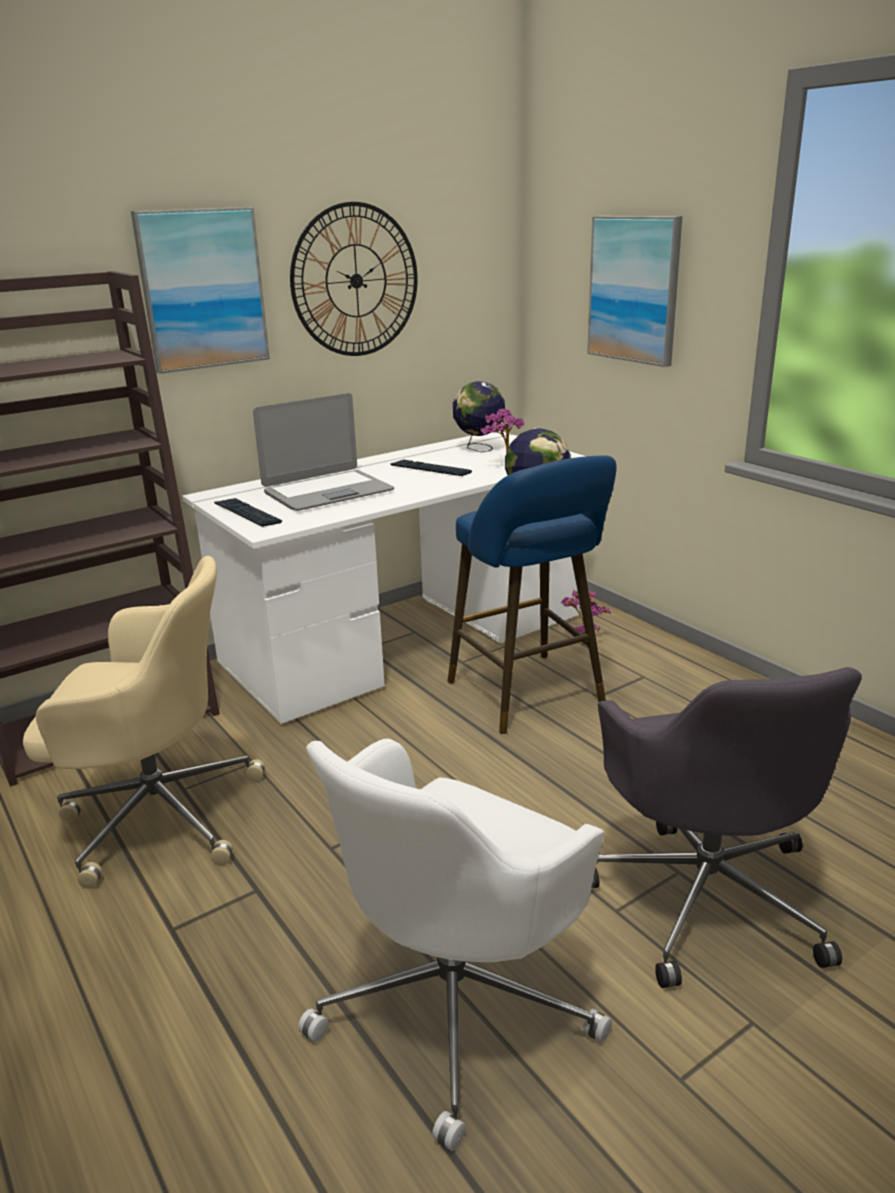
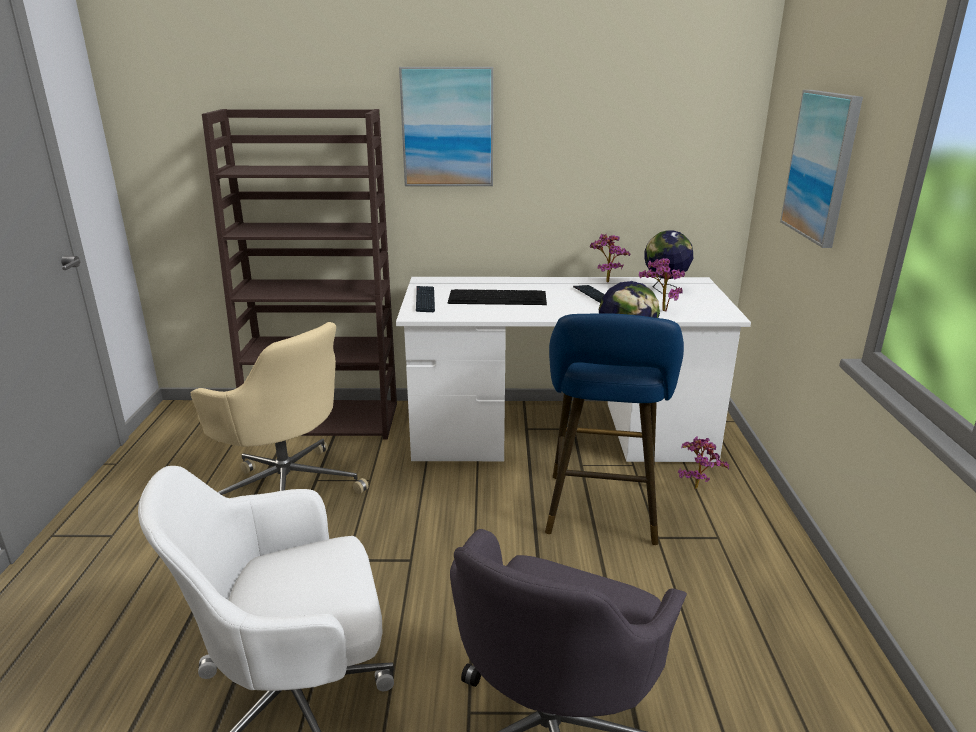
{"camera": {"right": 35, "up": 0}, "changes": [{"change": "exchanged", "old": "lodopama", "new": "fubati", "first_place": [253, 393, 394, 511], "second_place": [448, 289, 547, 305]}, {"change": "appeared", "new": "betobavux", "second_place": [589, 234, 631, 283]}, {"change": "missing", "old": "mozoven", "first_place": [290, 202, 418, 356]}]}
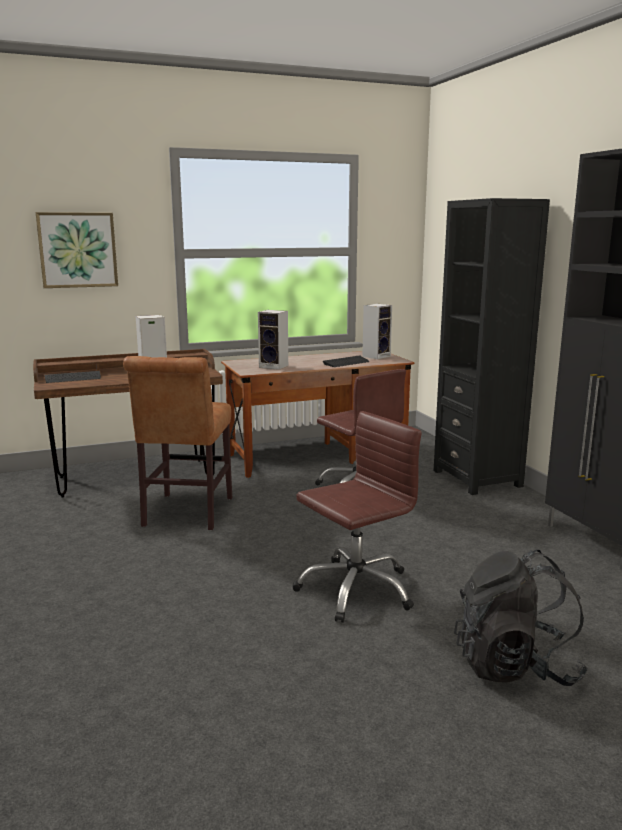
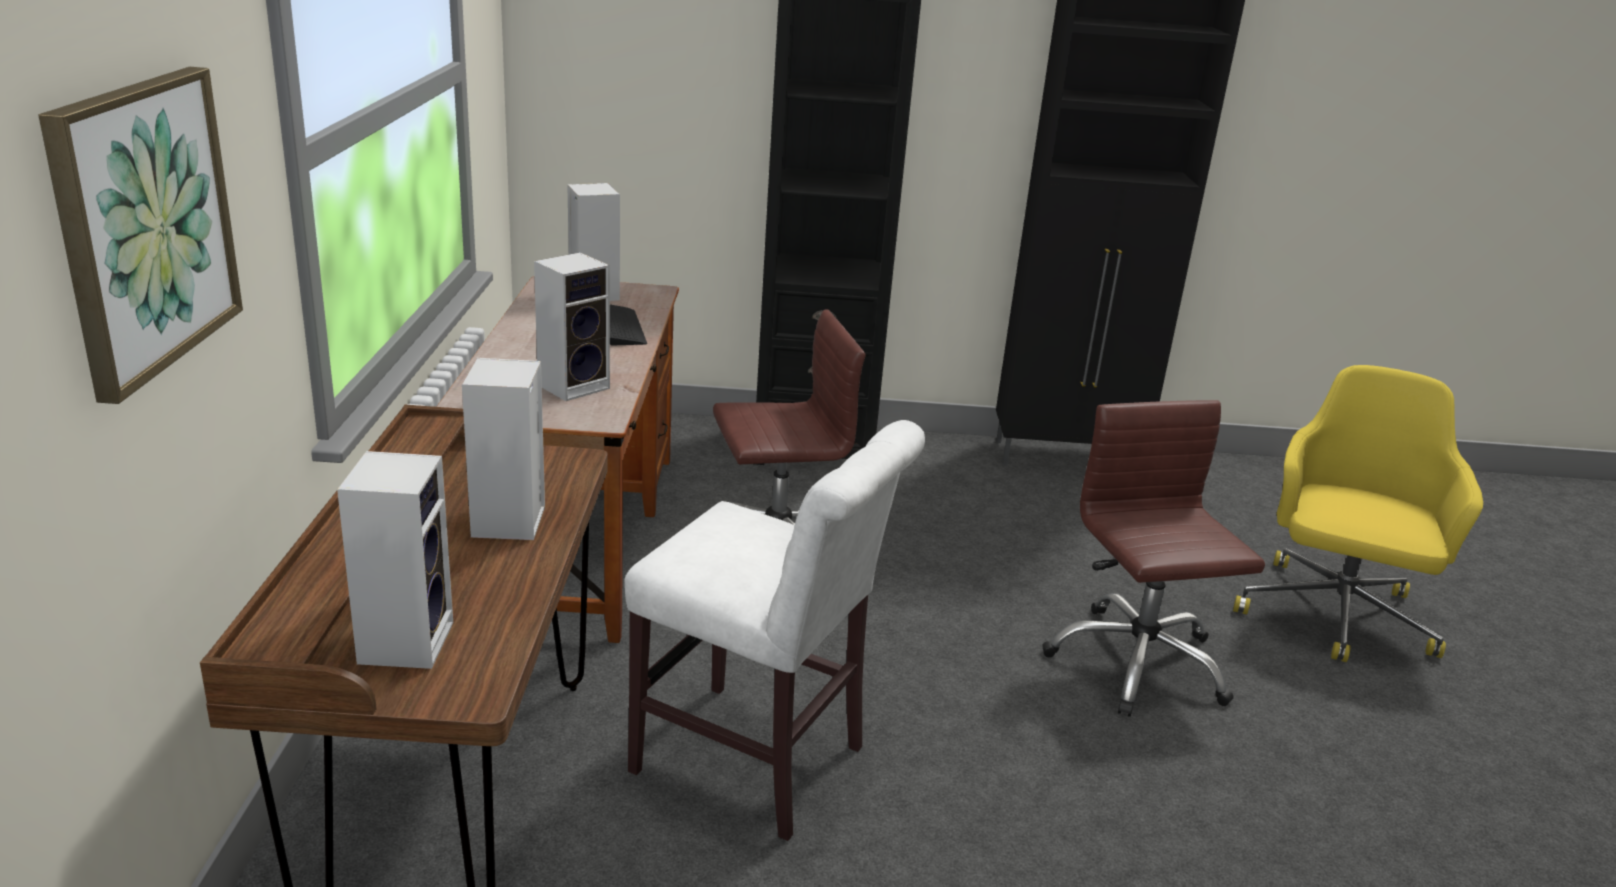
{"camera": {"right": -70, "up": 10}, "changes": [{"change": "exchanged", "old": "fubati", "new": "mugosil", "first_place": [45, 371, 101, 383], "second_place": [337, 451, 453, 669]}, {"change": "colour", "old": "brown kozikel", "new": "white kozikel", "first_place": [123, 356, 232, 530], "second_place": [624, 420, 925, 841]}, {"change": "exchanged", "old": "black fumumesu", "new": "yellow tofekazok", "first_place": [454, 550, 588, 686], "second_place": [1233, 365, 1483, 662]}]}
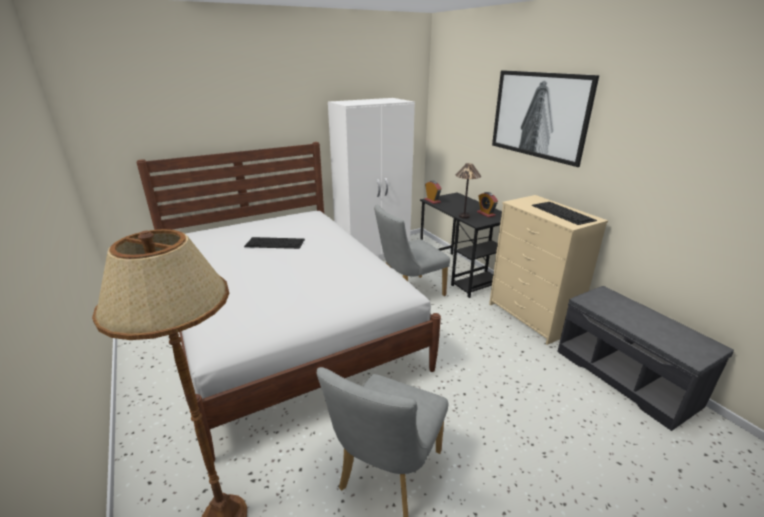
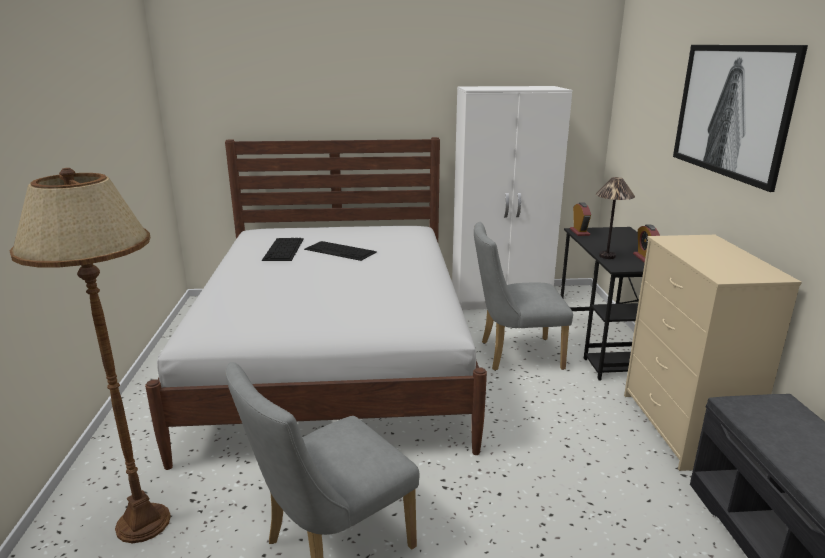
{"camera": {"right": 25, "up": -5}, "changes": [{"change": "relocated", "old": "fubati", "first_place": [531, 202, 597, 225], "second_place": [262, 238, 304, 261]}]}
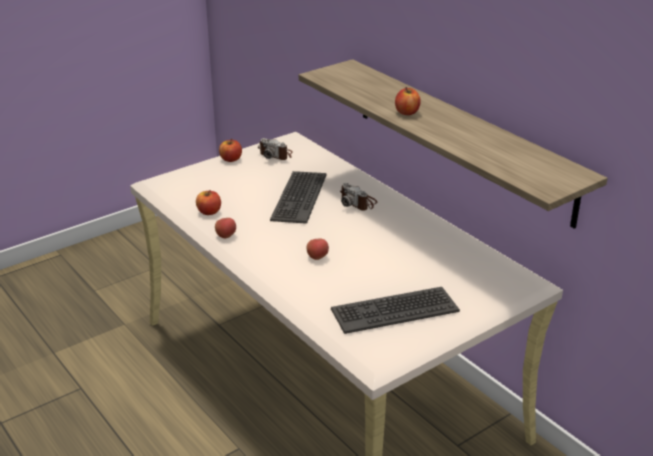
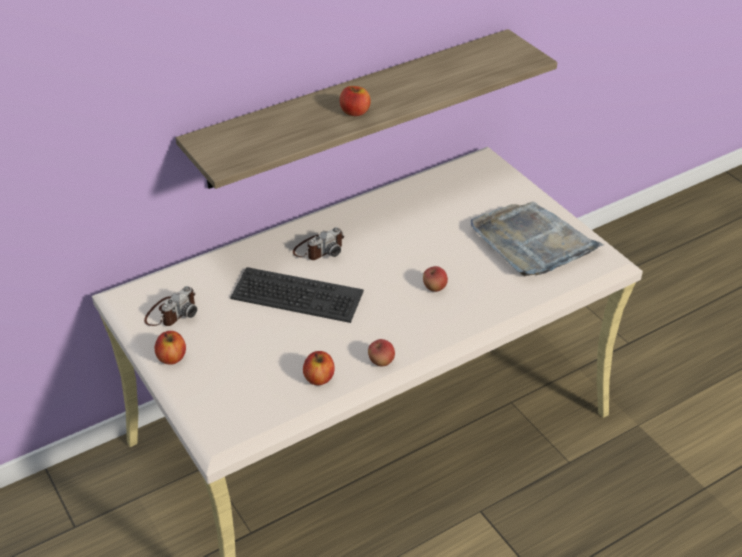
{"camera": {"right": -85, "up": 10}, "changes": [{"change": "exchanged", "old": "fubati", "new": "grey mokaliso", "first_place": [331, 287, 460, 334], "second_place": [471, 202, 604, 276]}]}
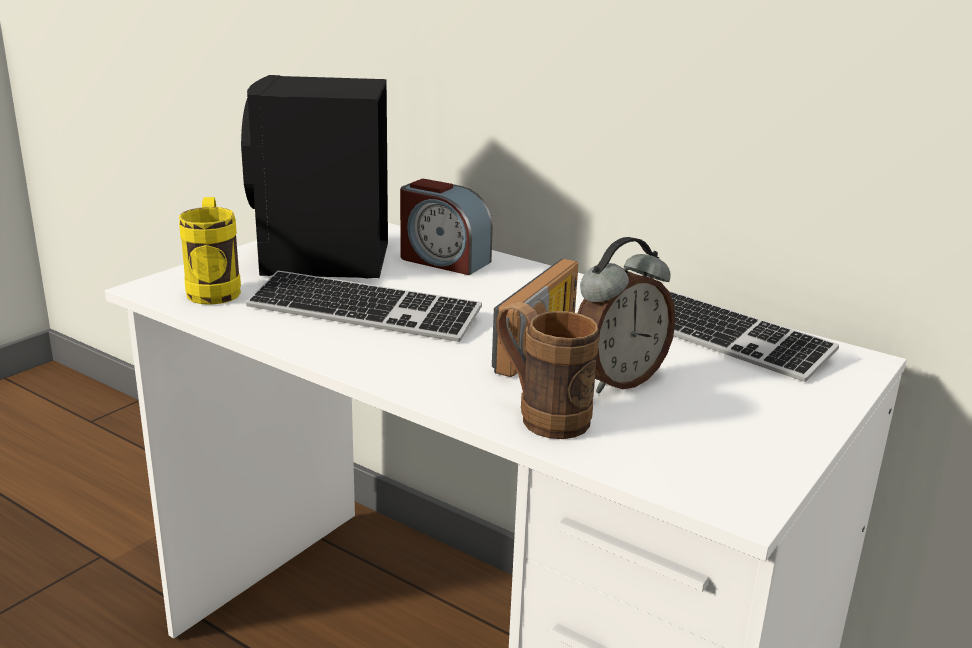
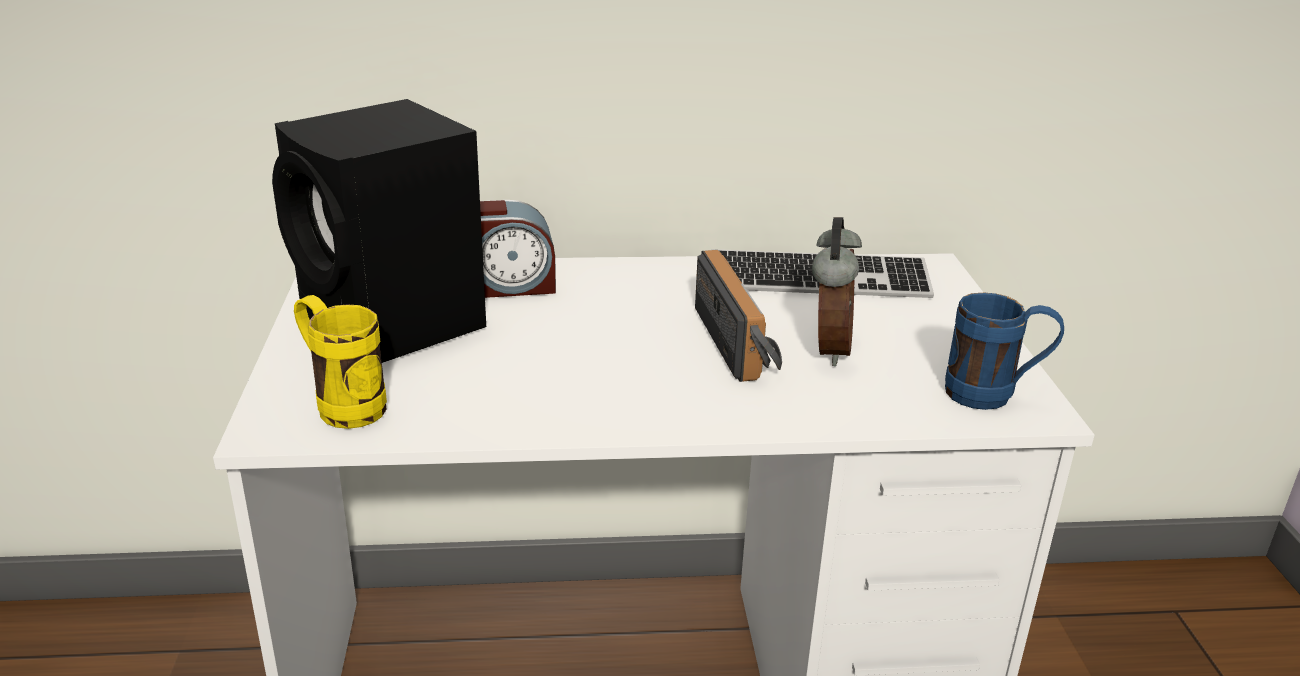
{"camera": {"right": -40, "up": 5}, "changes": [{"change": "appeared", "new": "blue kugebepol", "second_place": [945, 293, 1064, 410]}, {"change": "missing", "old": "fubati", "first_place": [246, 271, 482, 342]}, {"change": "missing", "old": "brown kugebepol", "first_place": [496, 302, 599, 439]}]}
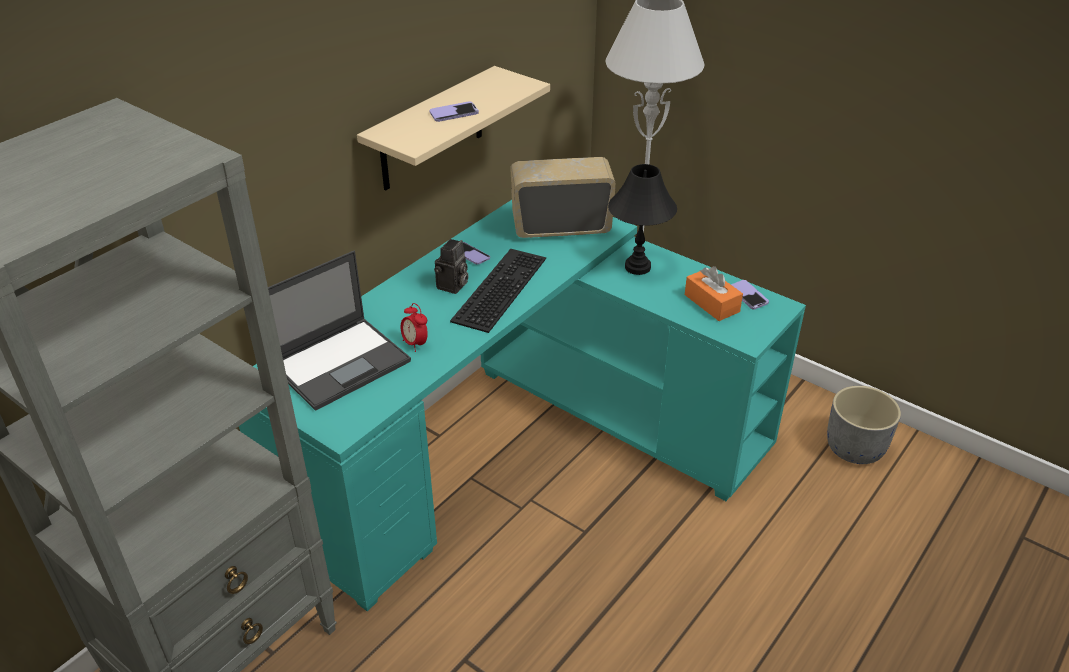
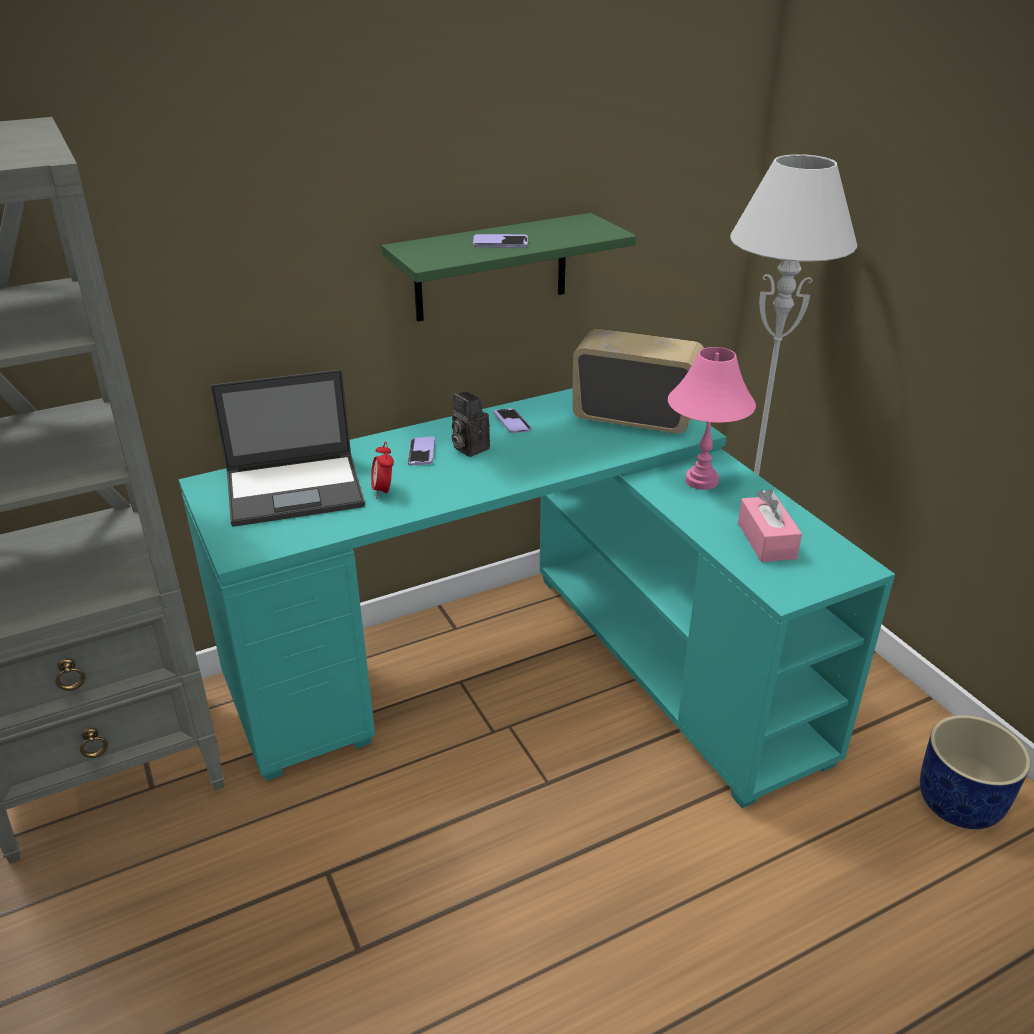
{"camera": {"right": 25, "up": -5}, "changes": [{"change": "colour", "old": "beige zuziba", "new": "green zuziba", "first_place": [357, 66, 550, 190], "second_place": [382, 213, 636, 322]}, {"change": "relocated", "old": "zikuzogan", "first_place": [731, 280, 769, 309], "second_place": [408, 436, 435, 466]}, {"change": "spun", "old": "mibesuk", "first_place": [434, 239, 469, 294], "second_place": [452, 391, 490, 457], "degrees": 90}, {"change": "colour", "old": "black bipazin", "new": "pink bipazin", "first_place": [608, 164, 677, 275], "second_place": [668, 347, 756, 490]}, {"change": "colour", "old": "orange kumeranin", "new": "pink kumeranin", "first_place": [685, 266, 743, 321], "second_place": [738, 489, 802, 562]}, {"change": "colour", "old": "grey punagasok", "new": "blue punagasok", "first_place": [827, 386, 901, 464], "second_place": [920, 715, 1031, 829]}, {"change": "missing", "old": "fubati", "first_place": [450, 249, 546, 333]}]}
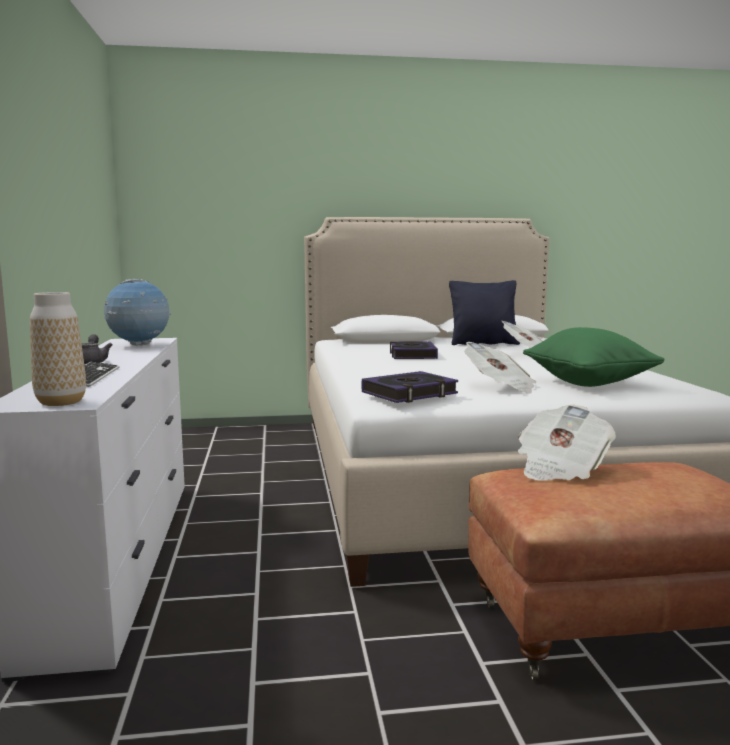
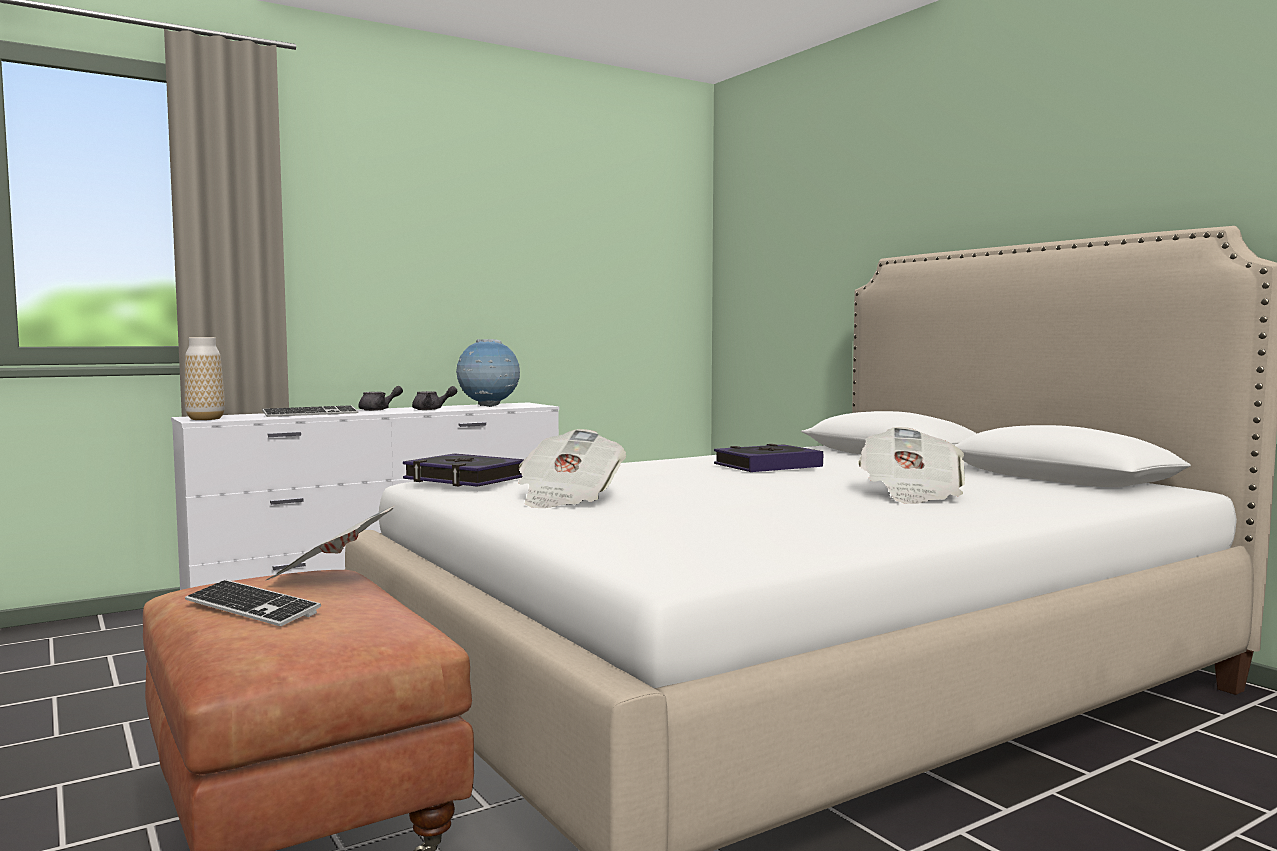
{"camera": {"right": 65, "up": -5}, "changes": [{"change": "appeared", "new": "fubati", "second_place": [185, 580, 321, 626]}, {"change": "appeared", "new": "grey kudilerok", "second_place": [412, 386, 457, 410]}, {"change": "missing", "old": "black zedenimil", "first_place": [449, 280, 520, 345]}, {"change": "missing", "old": "green zedenimil", "first_place": [523, 327, 665, 387]}]}
